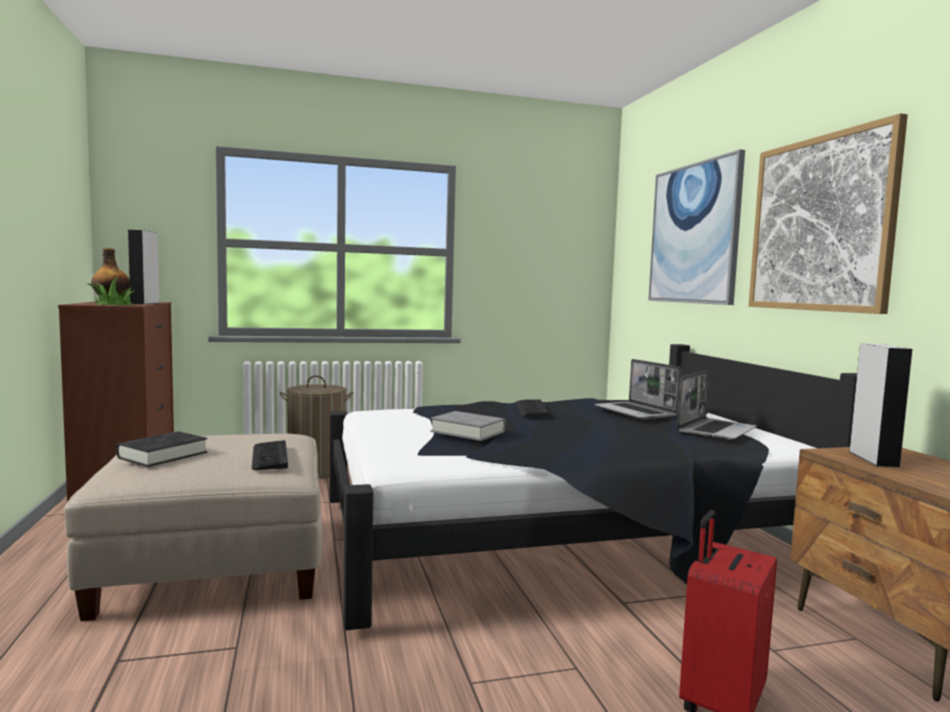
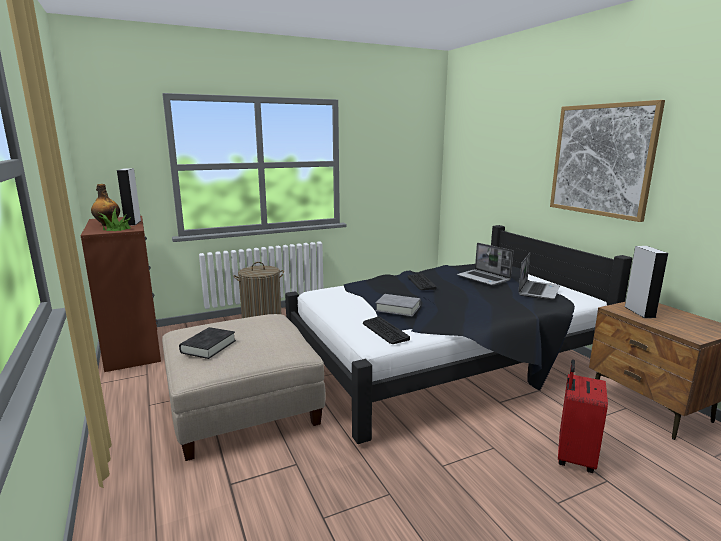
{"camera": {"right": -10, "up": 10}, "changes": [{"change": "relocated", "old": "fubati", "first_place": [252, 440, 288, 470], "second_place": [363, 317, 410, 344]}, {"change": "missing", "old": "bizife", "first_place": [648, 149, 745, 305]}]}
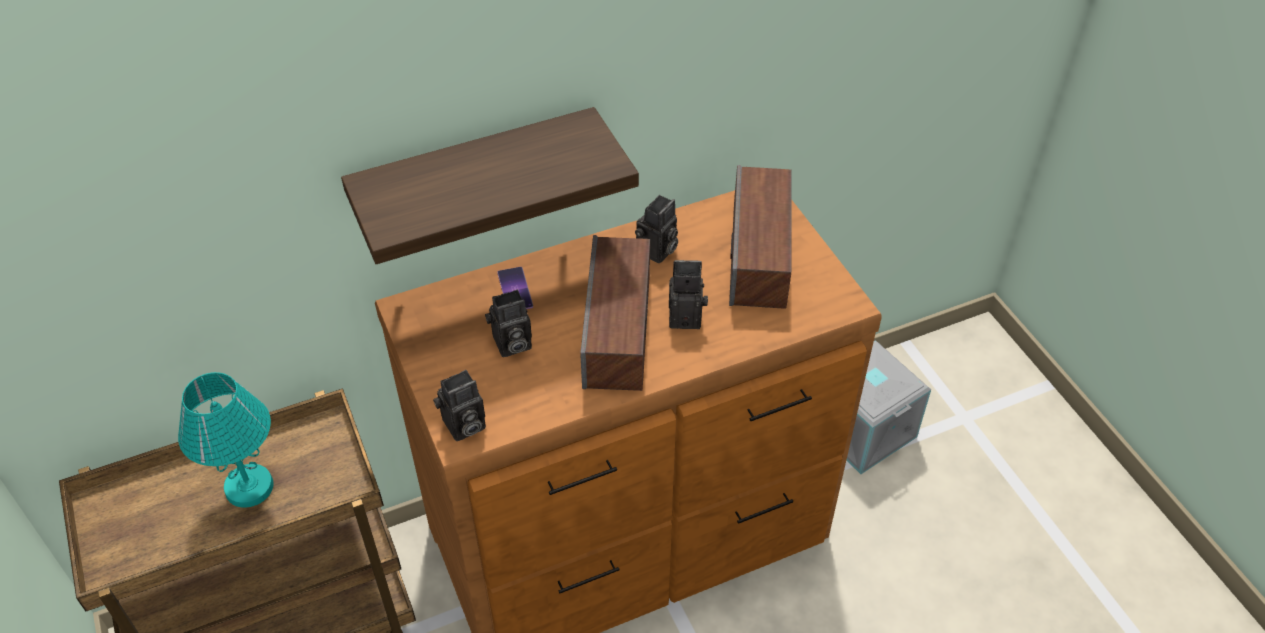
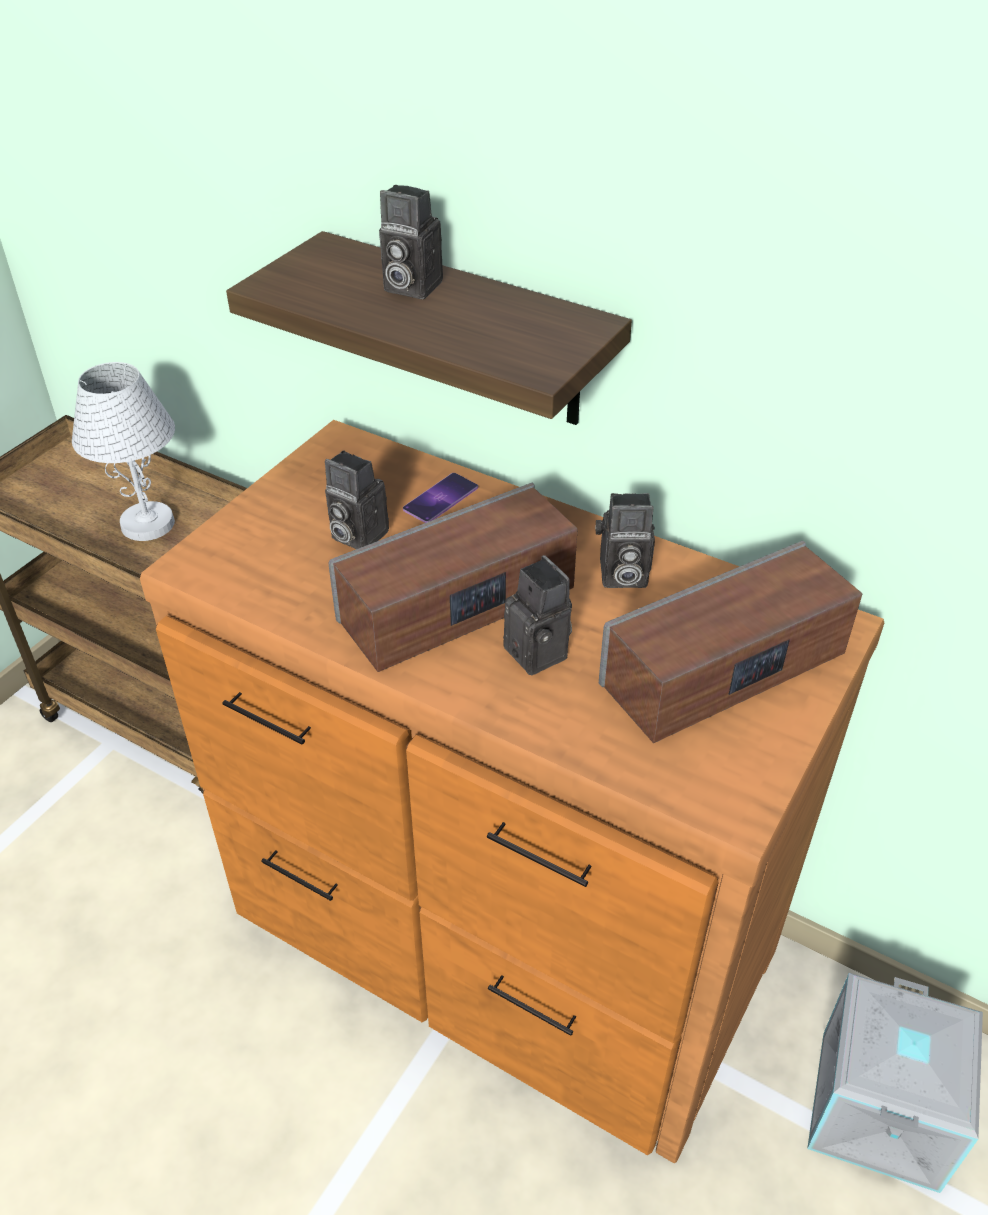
{"camera": {"right": 55, "up": -5}, "changes": [{"change": "colour", "old": "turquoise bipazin", "new": "white bipazin", "first_place": [178, 372, 274, 508], "second_place": [72, 362, 175, 541]}, {"change": "relocated", "old": "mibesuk", "first_place": [433, 370, 486, 441], "second_place": [379, 185, 443, 299]}]}
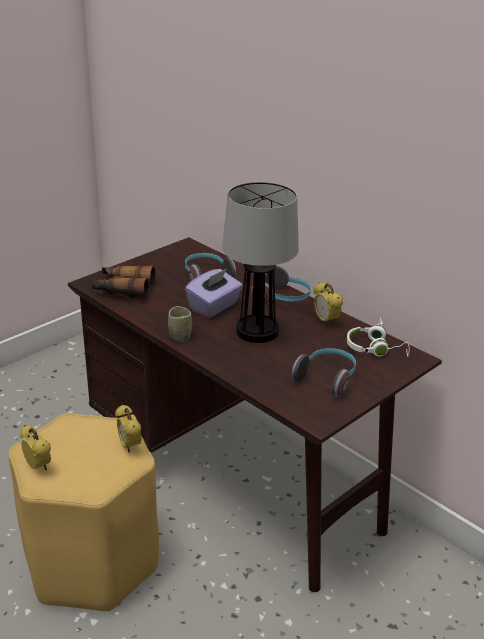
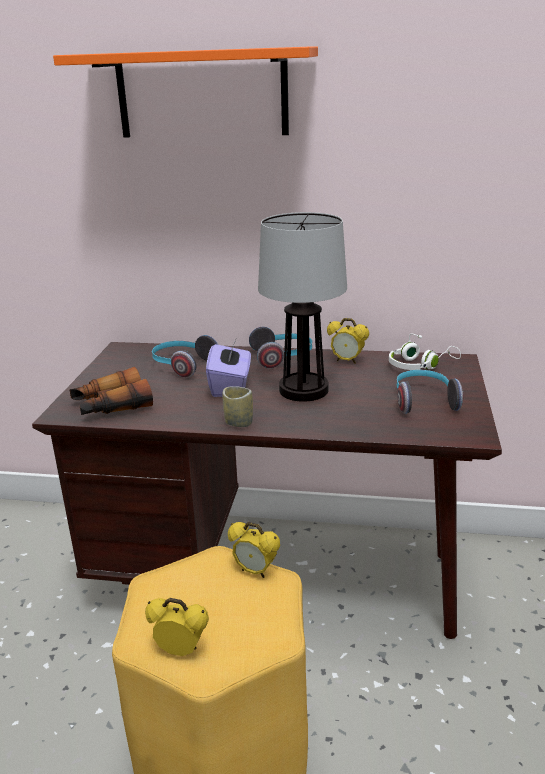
{"camera": {"right": -35, "up": -5}, "changes": [{"change": "appeared", "new": "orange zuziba", "second_place": [53, 47, 318, 138]}]}
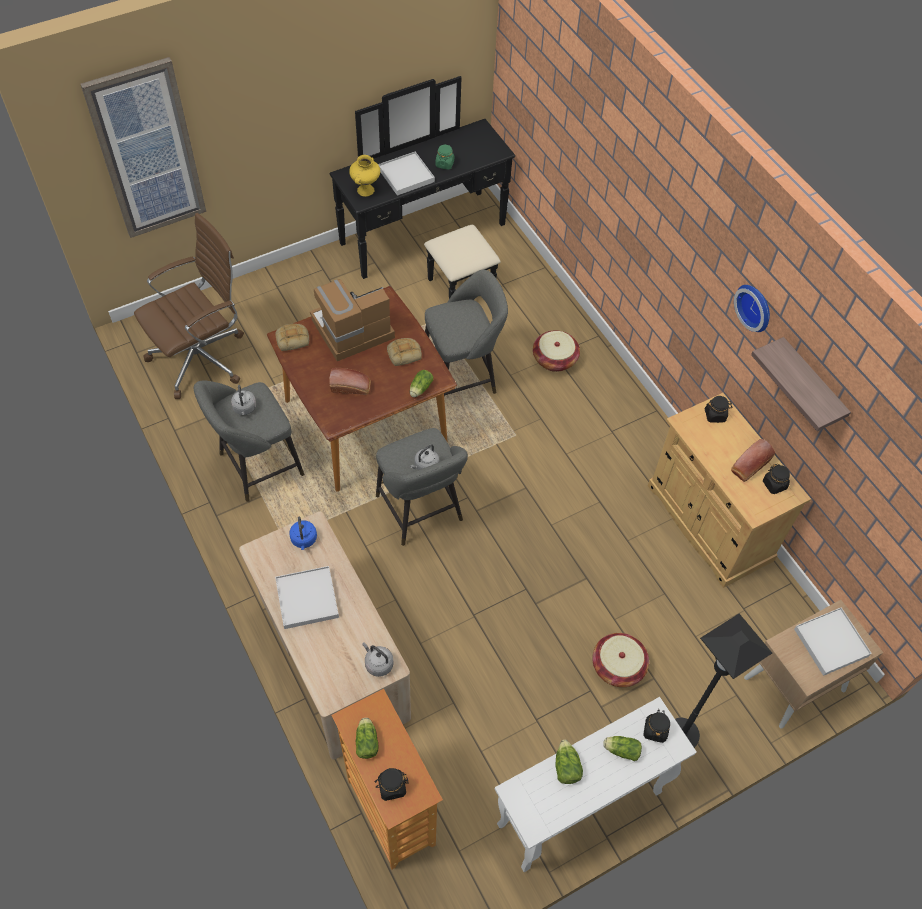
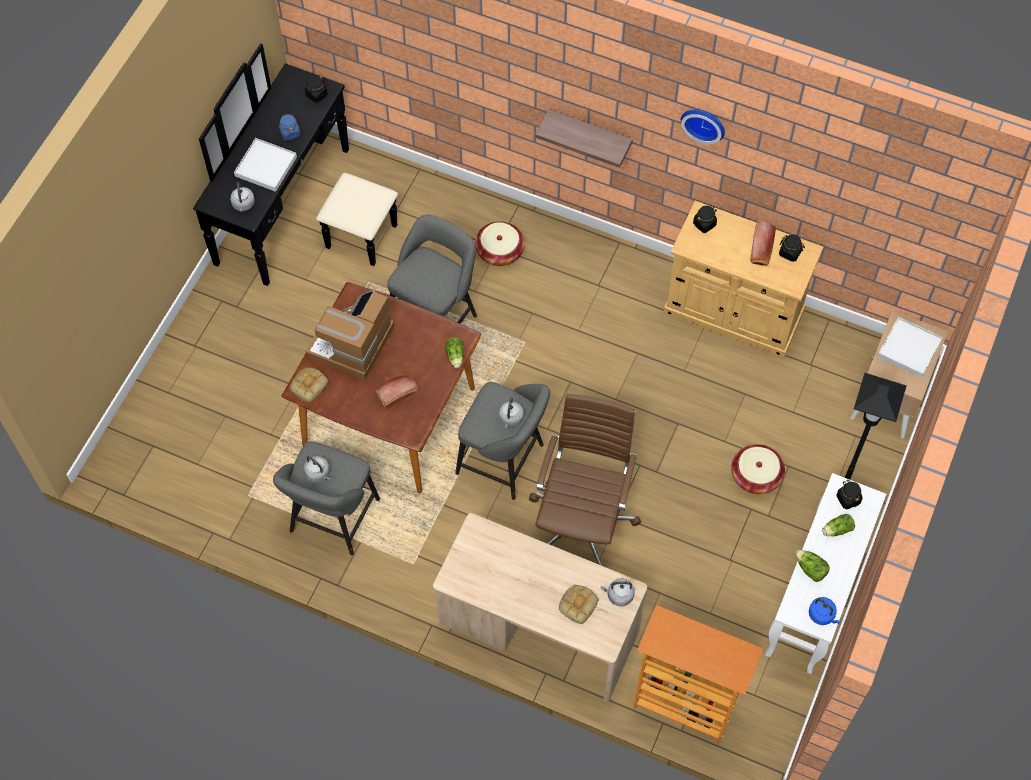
{"camera": {"right": -35, "up": 5}, "changes": [{"change": "exchanged", "old": "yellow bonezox", "new": "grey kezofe", "first_place": [349, 155, 380, 197], "second_place": [230, 182, 255, 212]}, {"change": "colour", "old": "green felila", "new": "blue felila", "first_place": [436, 144, 454, 170], "second_place": [279, 113, 301, 141]}, {"change": "relocated", "old": "black felila", "first_place": [374, 768, 409, 801], "second_place": [305, 75, 328, 102]}, {"change": "relocated", "old": "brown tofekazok", "first_place": [134, 213, 244, 399], "second_place": [529, 394, 641, 566]}, {"change": "relocated", "old": "zuziba", "first_place": [751, 337, 851, 431], "second_place": [535, 109, 633, 168]}, {"change": "relocated", "old": "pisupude", "first_place": [387, 338, 422, 366], "second_place": [559, 585, 599, 624]}, {"change": "relocated", "old": "blue kezofe", "first_place": [289, 516, 317, 550], "second_place": [809, 597, 840, 625]}, {"change": "missing", "old": "bizife", "first_place": [81, 57, 206, 238]}, {"change": "missing", "old": "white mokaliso", "first_place": [275, 566, 339, 629]}, {"change": "missing", "old": "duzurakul", "first_place": [356, 718, 379, 759]}]}
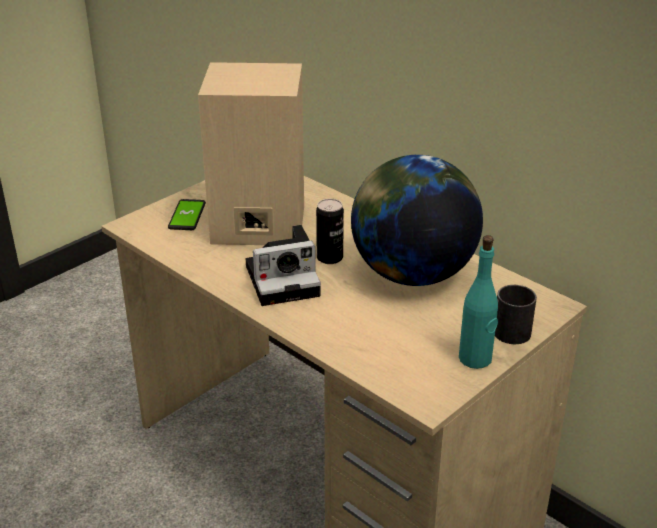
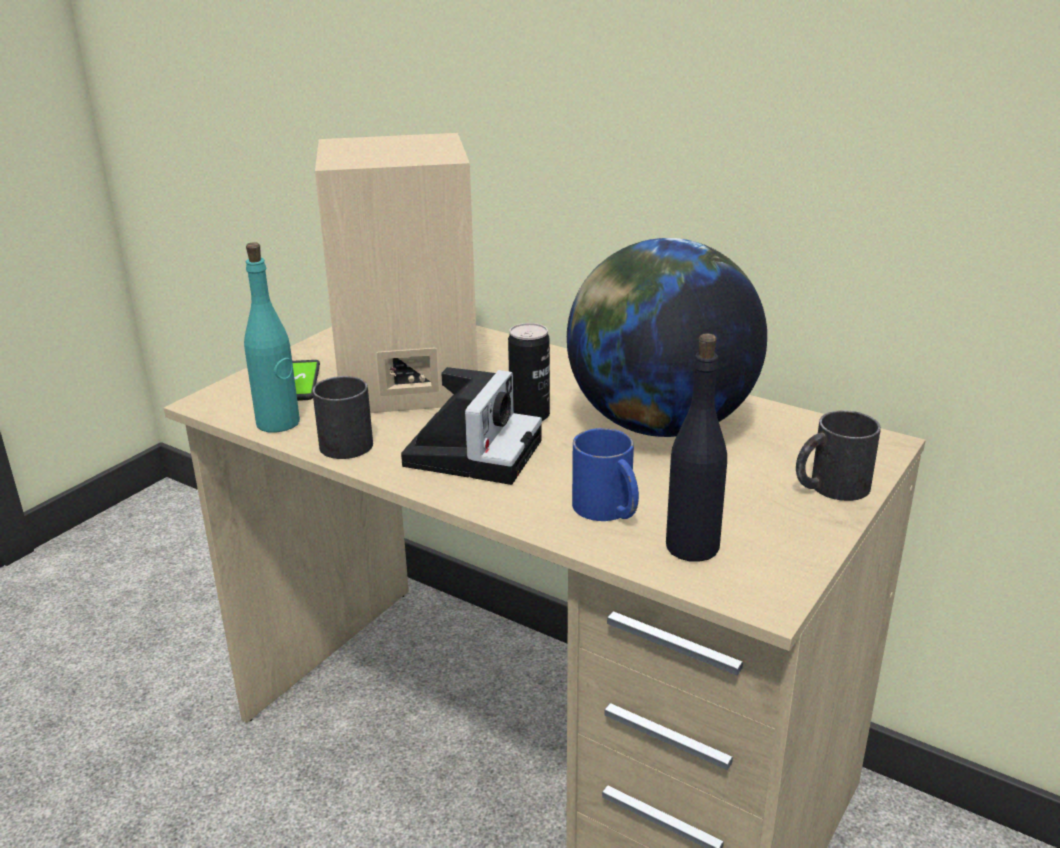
{"camera": {"right": -10, "up": -5}, "changes": [{"change": "relocated", "old": "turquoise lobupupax", "first_place": [459, 235, 498, 369], "second_place": [244, 242, 300, 433]}, {"change": "appeared", "new": "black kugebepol", "second_place": [312, 376, 373, 459]}, {"change": "spun", "old": "mibesuk", "first_place": [246, 225, 321, 306], "second_place": [401, 367, 542, 485], "degrees": -45}, {"change": "appeared", "new": "blue kugebepol", "second_place": [572, 428, 639, 521]}, {"change": "appeared", "new": "black lobupupax", "second_place": [666, 333, 727, 562]}]}
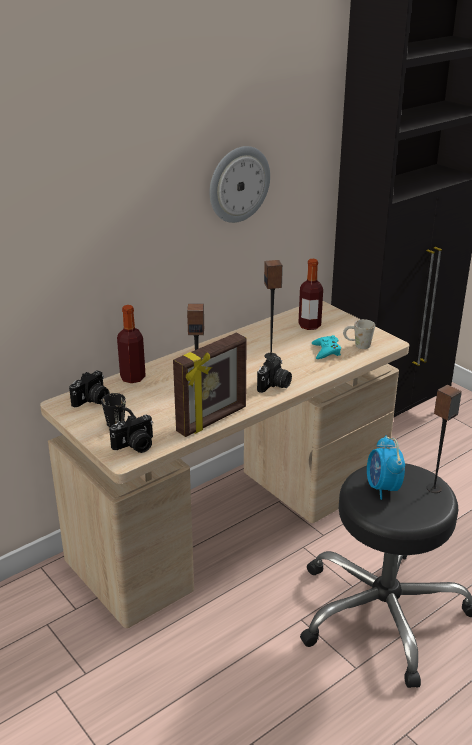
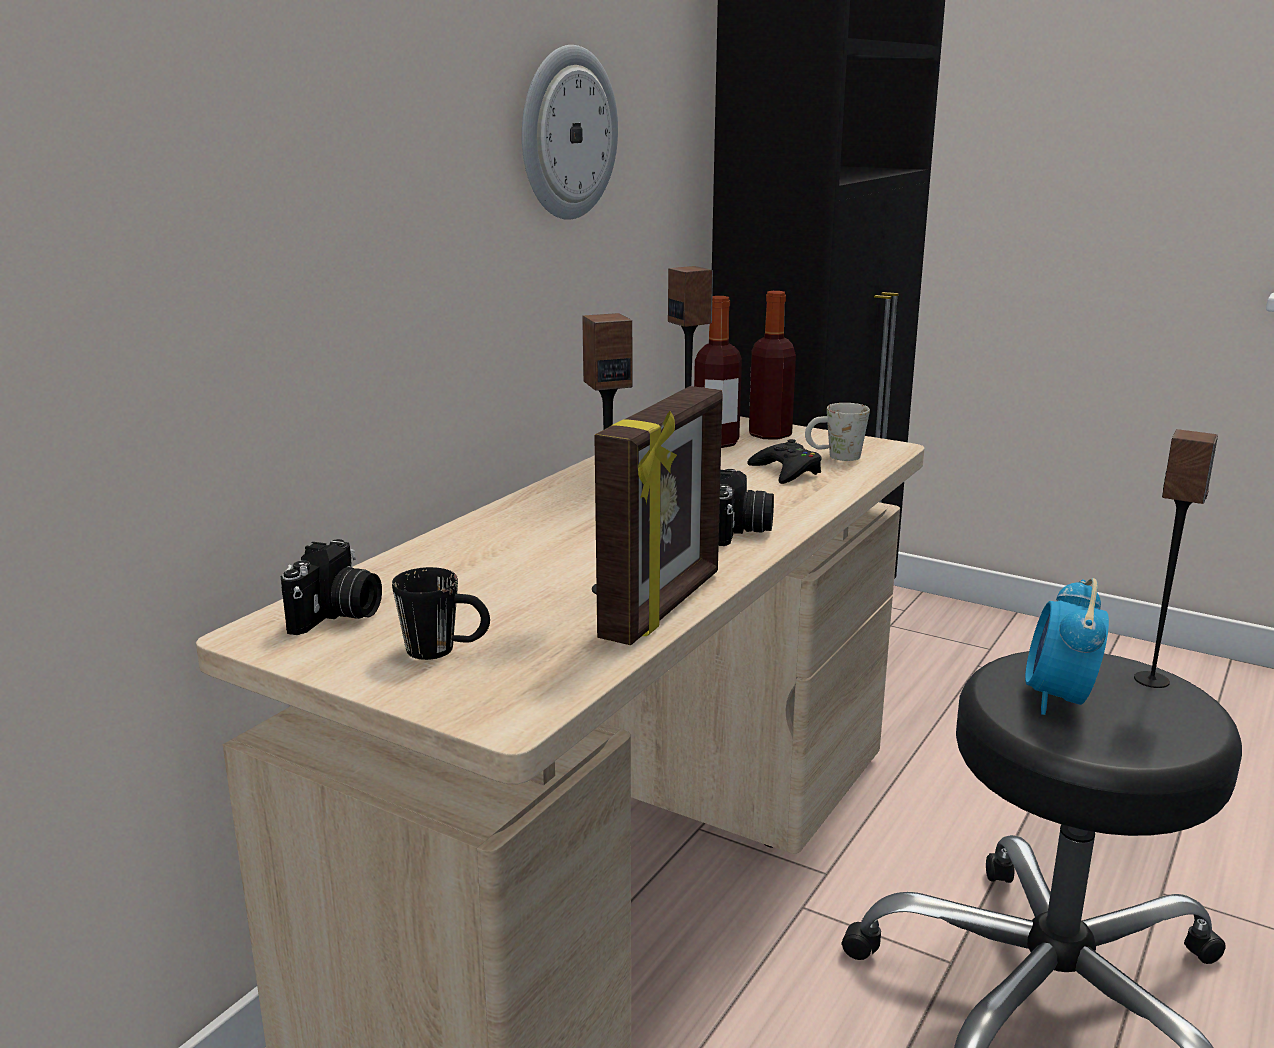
{"camera": {"right": -20, "up": -10}, "changes": [{"change": "colour", "old": "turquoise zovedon", "new": "black zovedon", "first_place": [312, 335, 341, 359], "second_place": [747, 439, 822, 484]}, {"change": "relocated", "old": "lobupupax", "first_place": [117, 305, 146, 383], "second_place": [749, 291, 796, 440]}, {"change": "spun", "old": "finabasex", "first_place": [367, 435, 405, 500], "second_place": [1025, 578, 1109, 715], "degrees": 45}, {"change": "missing", "old": "mibesuk", "first_place": [109, 414, 153, 453]}]}
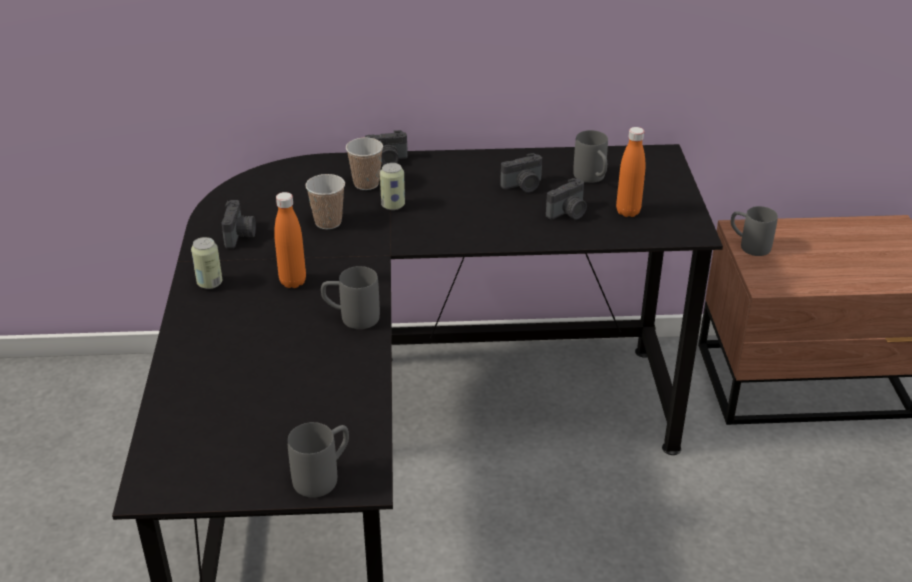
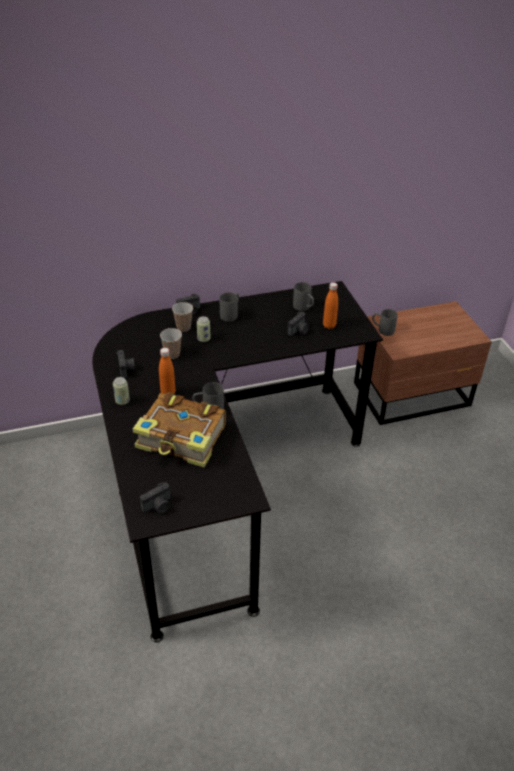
{"camera": {"right": -15, "up": 5}, "changes": [{"change": "appeared", "new": "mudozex", "second_place": [133, 392, 226, 467]}, {"change": "relocated", "old": "mibesuk", "first_place": [500, 153, 542, 193], "second_place": [140, 482, 170, 514]}, {"change": "relocated", "old": "grey kugebepol", "first_place": [287, 422, 349, 498], "second_place": [220, 292, 239, 322]}]}
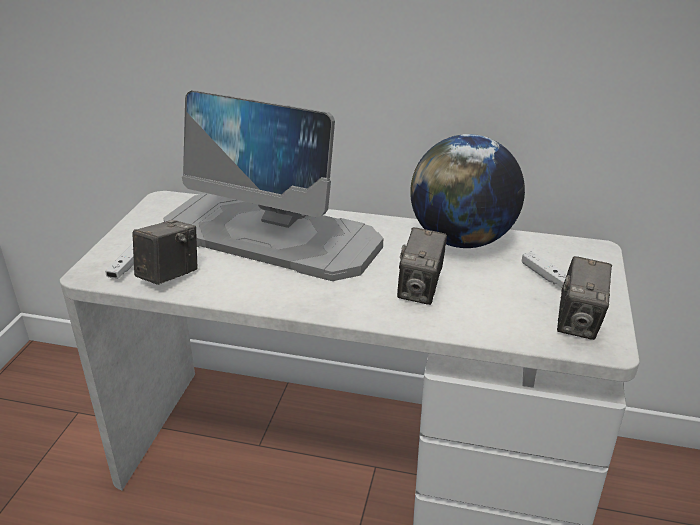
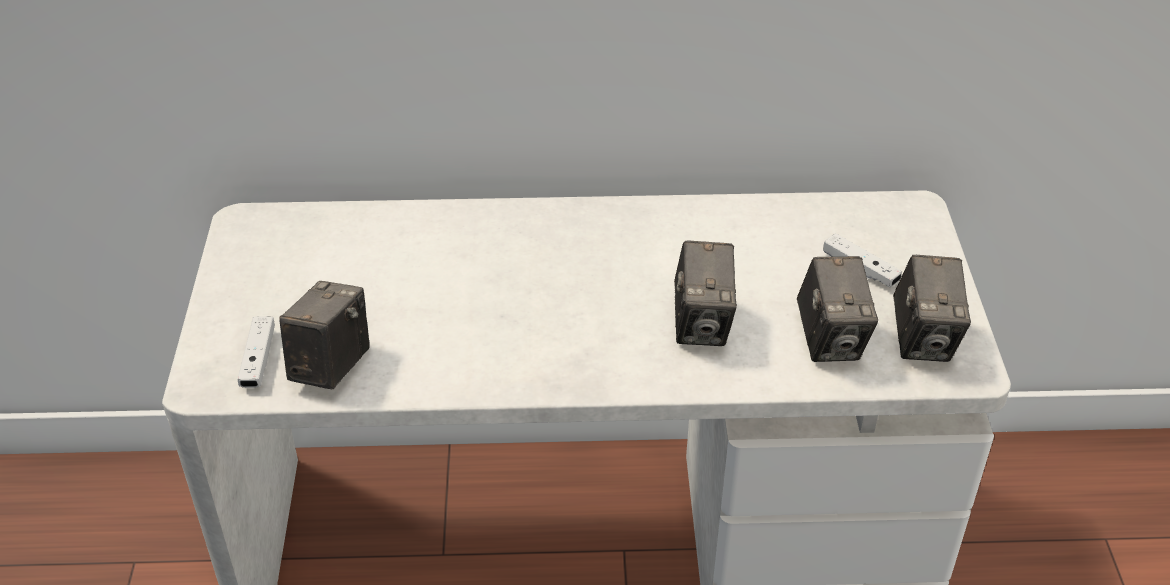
{"camera": {"right": -15, "up": 10}, "changes": [{"change": "appeared", "new": "mibesuk", "second_place": [796, 256, 878, 362]}, {"change": "missing", "old": "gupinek", "first_place": [163, 90, 383, 281]}, {"change": "missing", "old": "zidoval", "first_place": [410, 134, 525, 248]}]}
